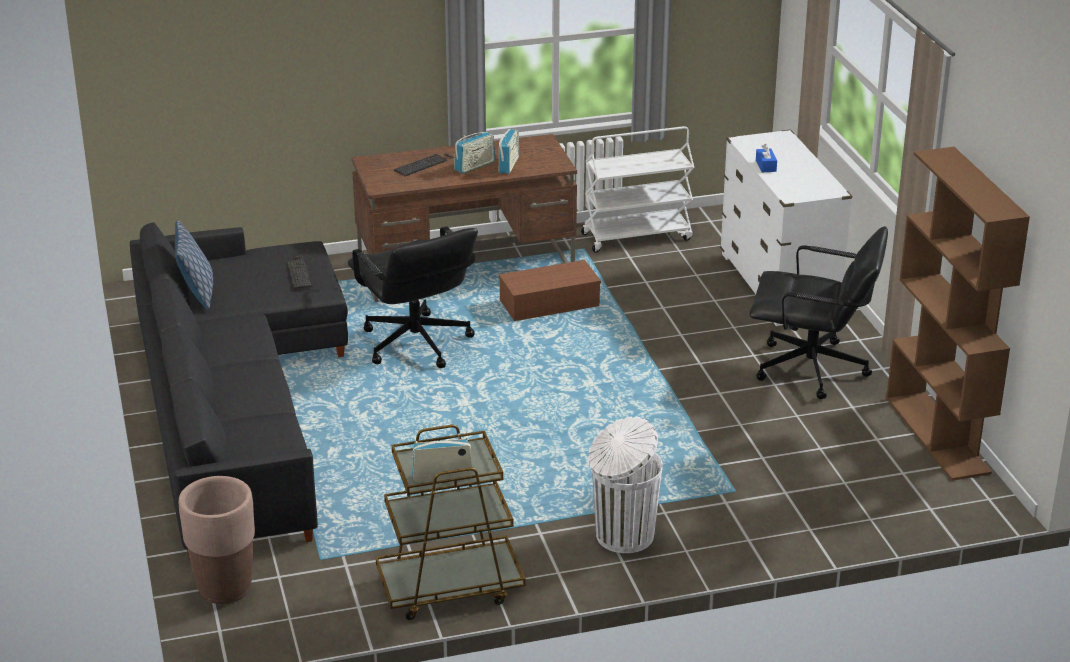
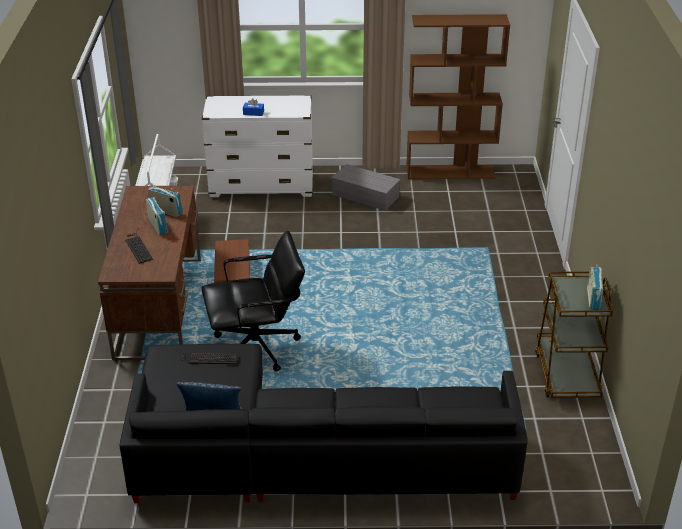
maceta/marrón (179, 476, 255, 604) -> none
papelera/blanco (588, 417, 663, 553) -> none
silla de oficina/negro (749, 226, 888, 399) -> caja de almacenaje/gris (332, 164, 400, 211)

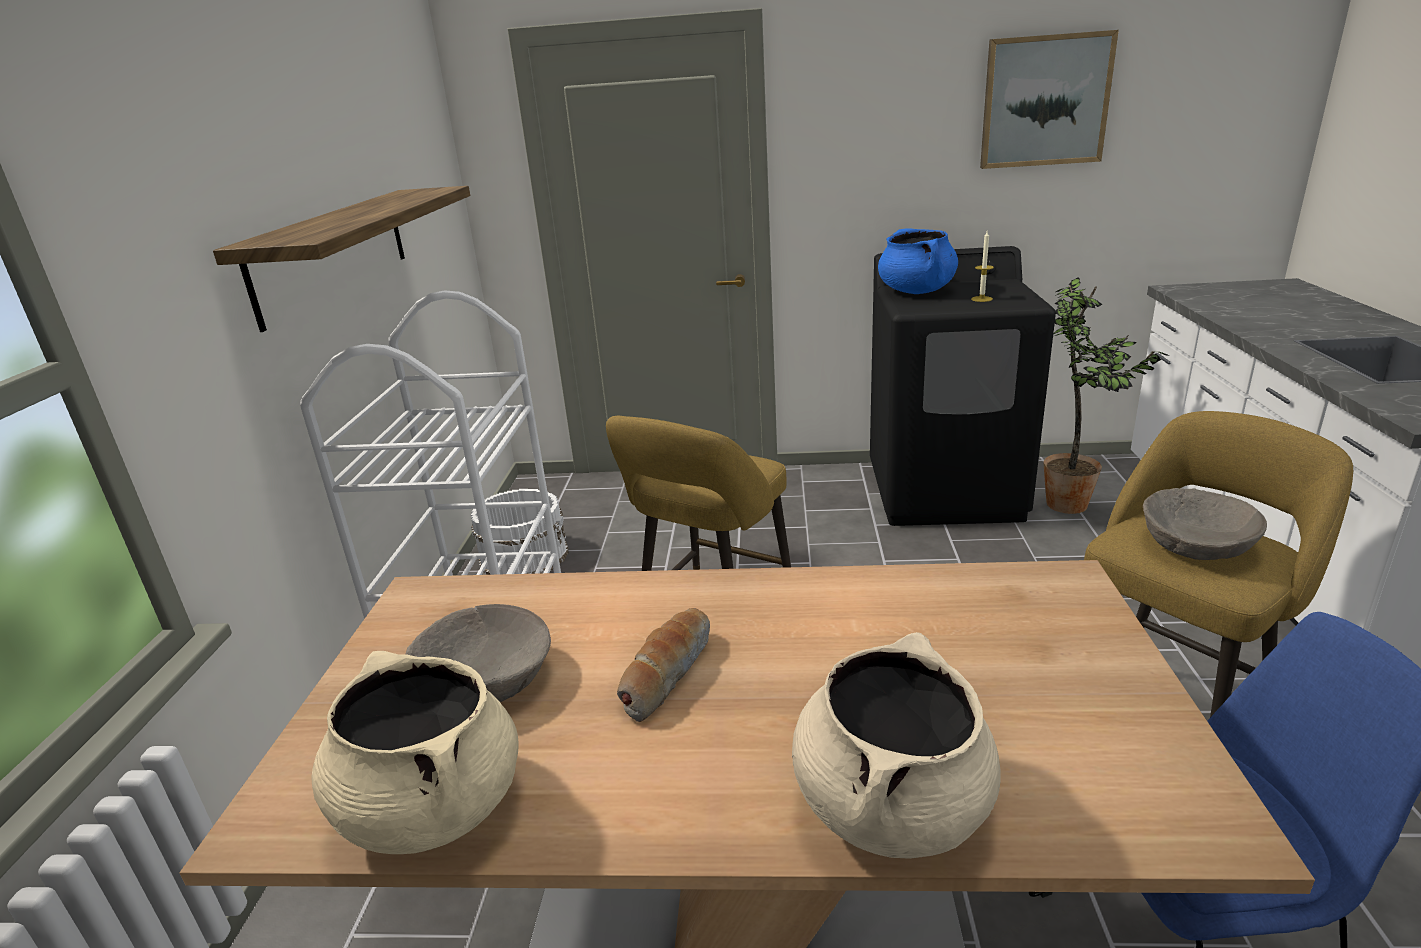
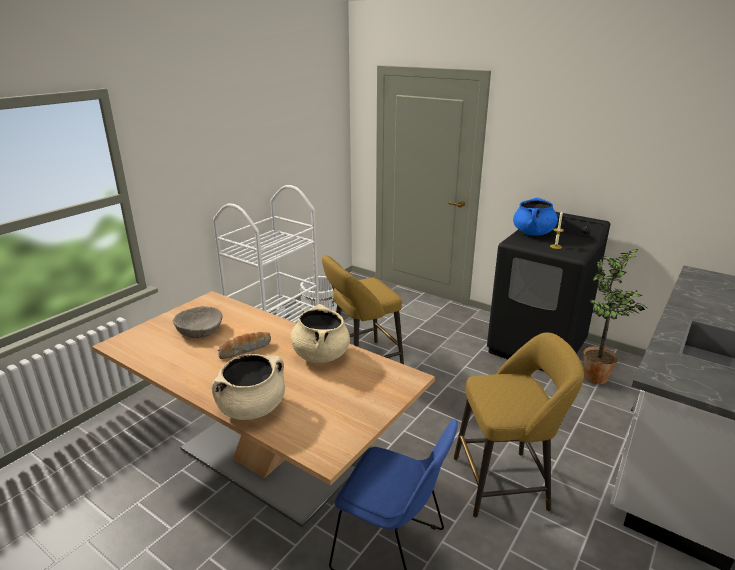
estante (213, 186, 470, 332) -> none
cuadro (980, 30, 1119, 169) -> none
cuenco/beis (1143, 488, 1267, 560) -> none
olla/beis (311, 651, 519, 854) -> olla/beis (291, 304, 350, 363), moved

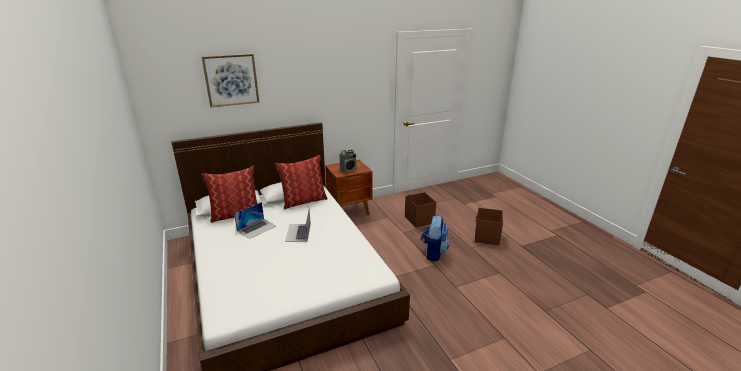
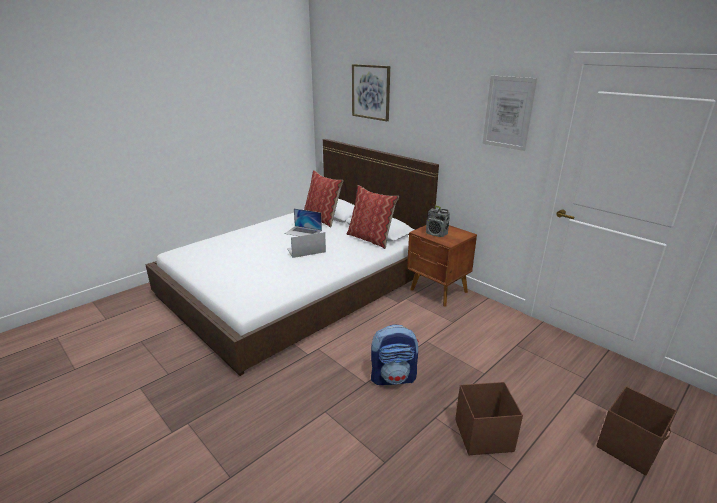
none -> cuadro (482, 76, 538, 151)
caja de almacenaje/marrón (405, 192, 436, 228) -> caja de almacenaje/marrón (597, 386, 677, 475), moved

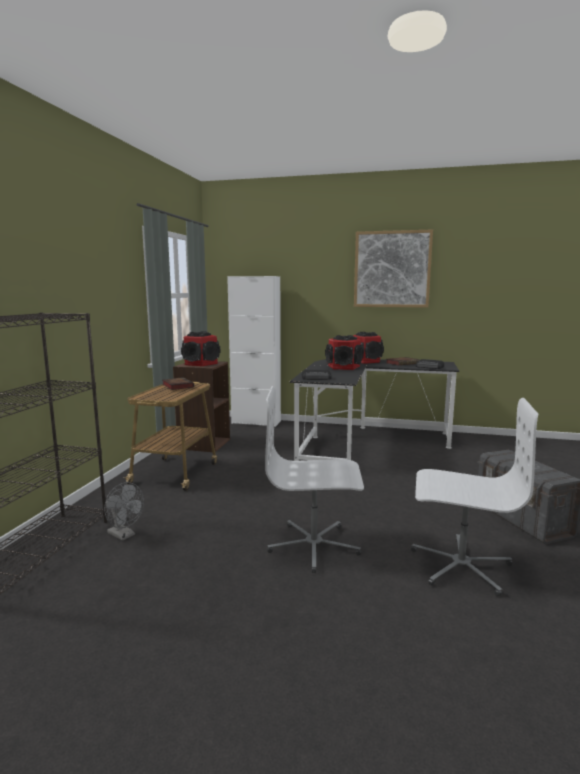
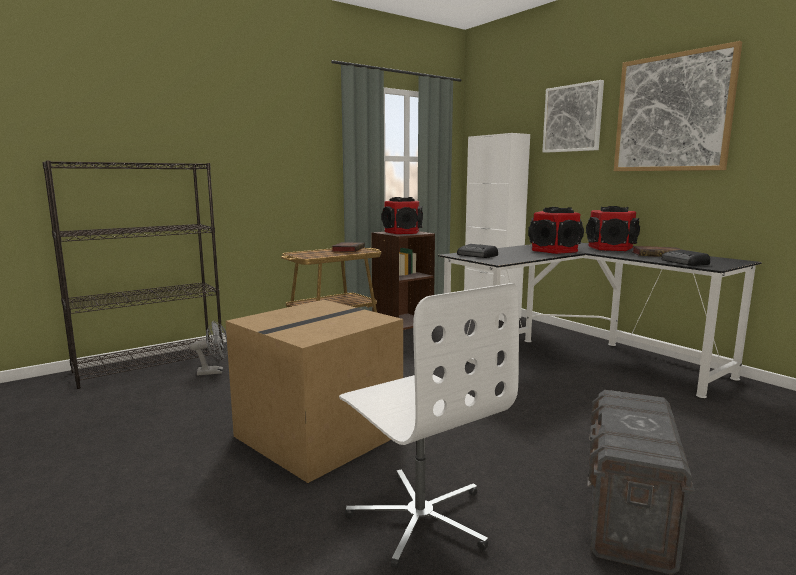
none -> cuadro (542, 80, 604, 153)
silla de oficina/blanco (265, 386, 364, 573) -> caja de cartón (226, 300, 403, 483)
ventilador/gris (104, 482, 144, 541) -> ventilador/gris (189, 321, 228, 375), 90 degrees counterclockwise

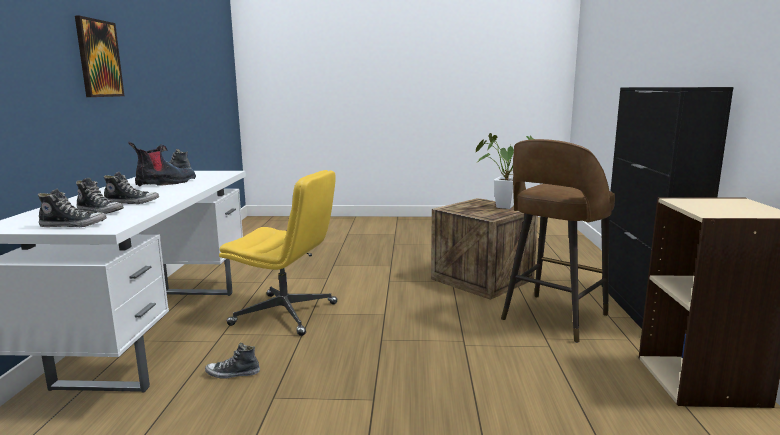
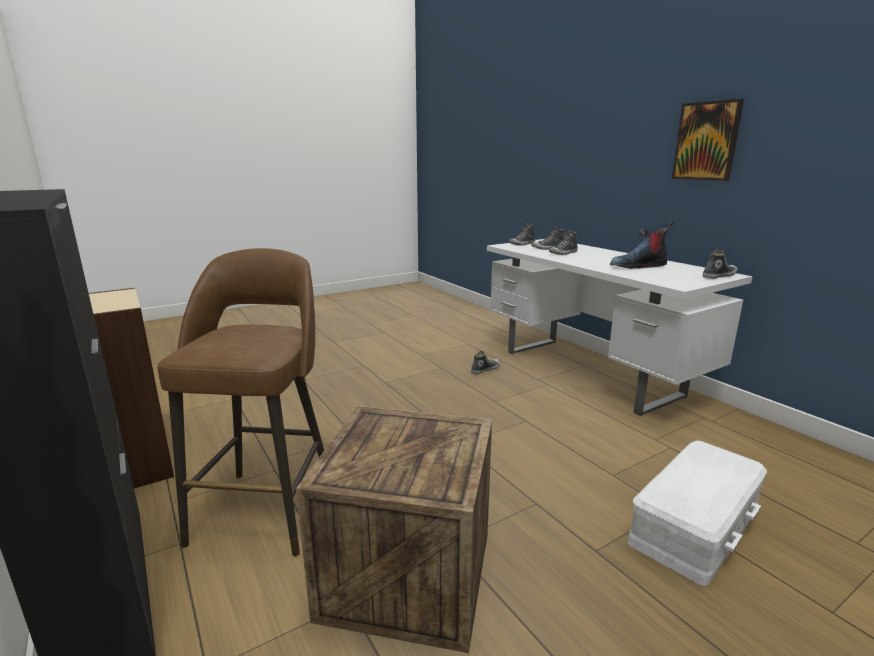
silla de oficina/amarillo (219, 170, 338, 336) -> none
planta en maceta (475, 133, 533, 209) -> none
none -> caja de almacenaje/blanco (627, 441, 767, 586)
bota (128, 142, 196, 186) -> bota (610, 222, 674, 269), 75 degrees clockwise

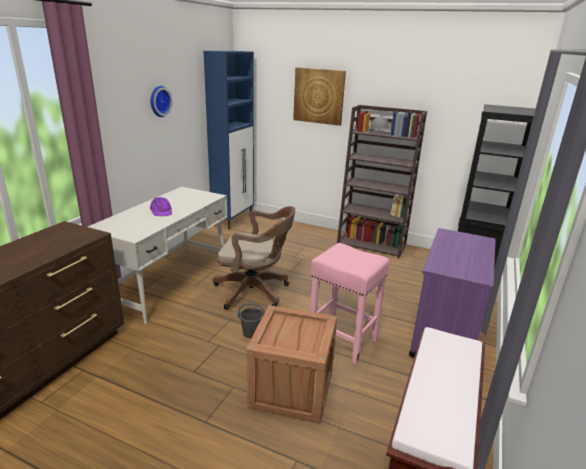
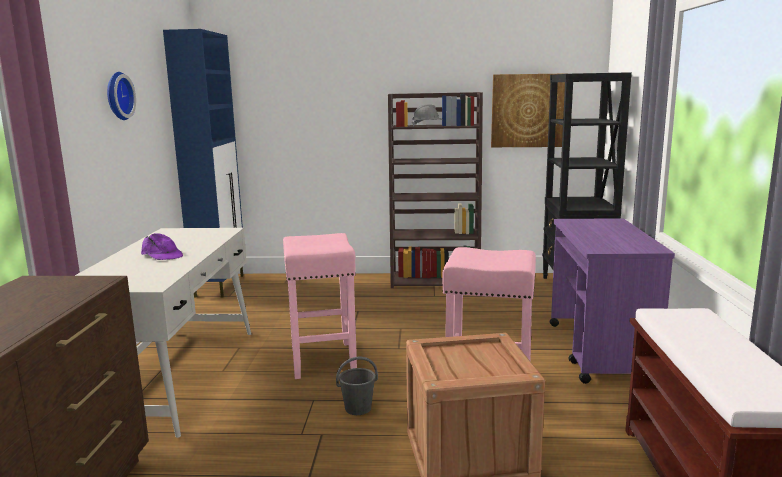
cuadro (293, 67, 346, 126) -> cuadro (491, 73, 568, 147), moved
silla de oficina/marrón (213, 206, 296, 310) -> taburete/rosa (283, 233, 357, 379)

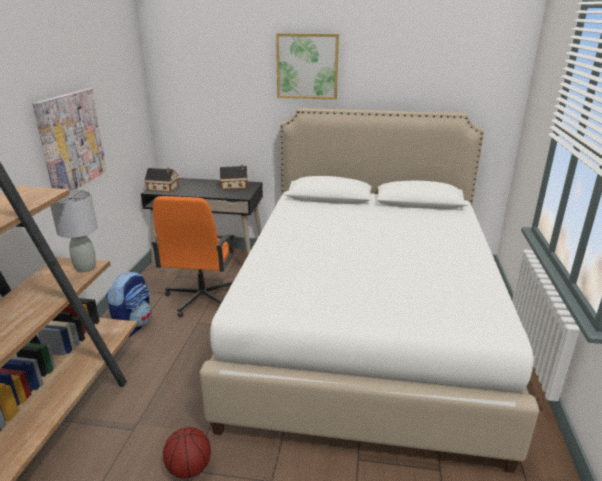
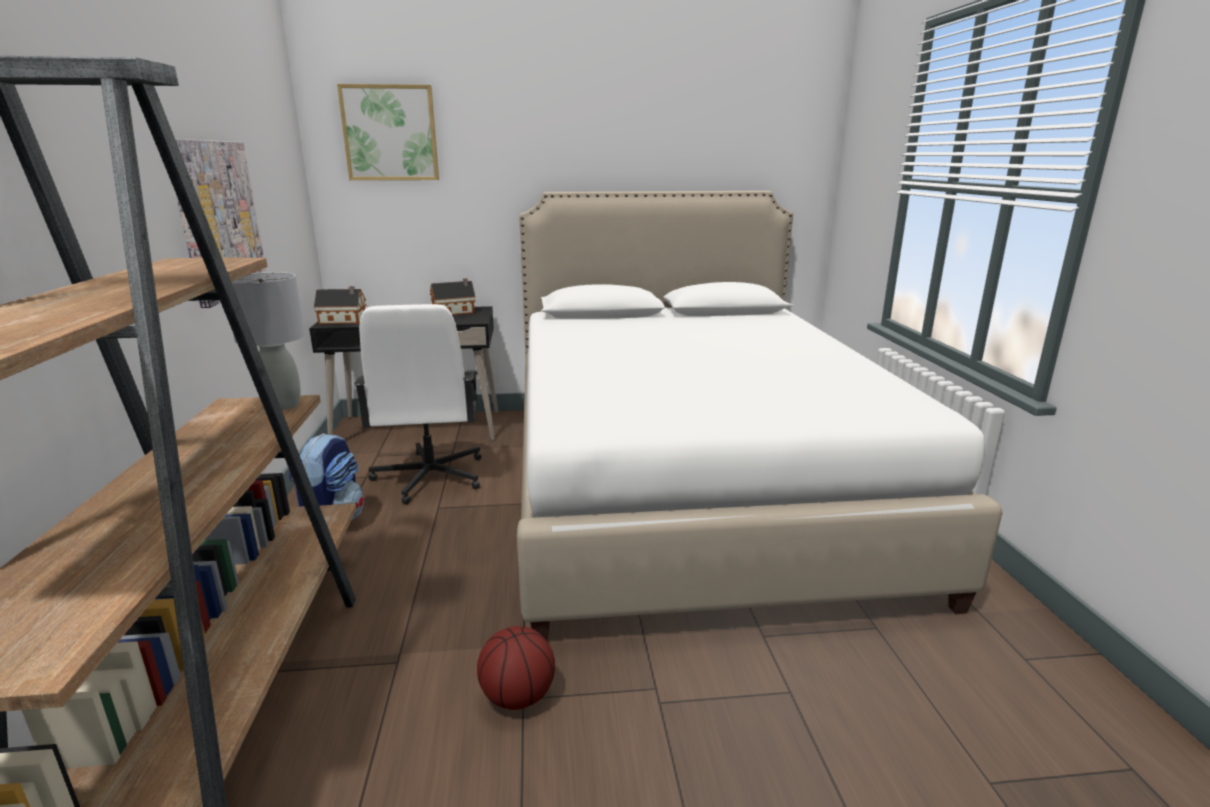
cuadro (276, 33, 339, 100) -> cuadro (337, 84, 439, 180), moved
silla de oficina/naranja (151, 196, 235, 317) -> silla de oficina/blanco (354, 304, 482, 504)

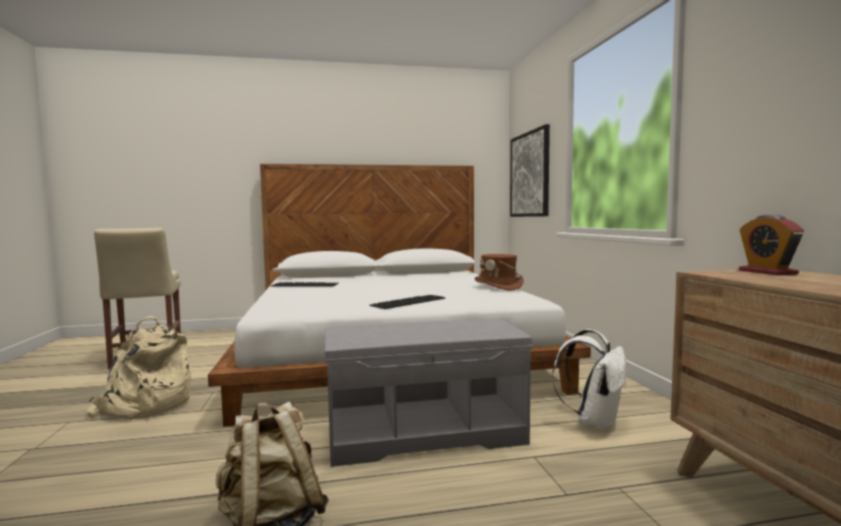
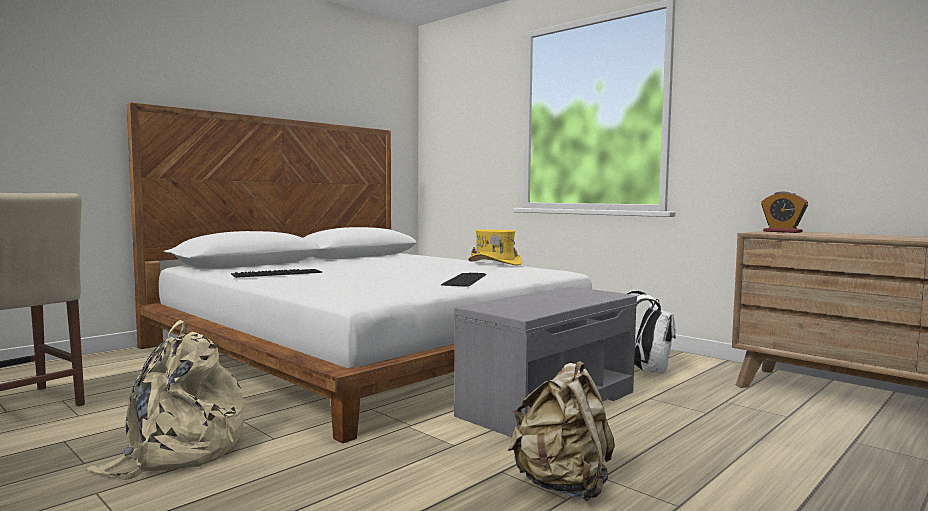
cuadro (510, 124, 550, 217) -> none
sombrero/marrón (475, 254, 524, 290) -> sombrero/amarillo (468, 229, 522, 265)

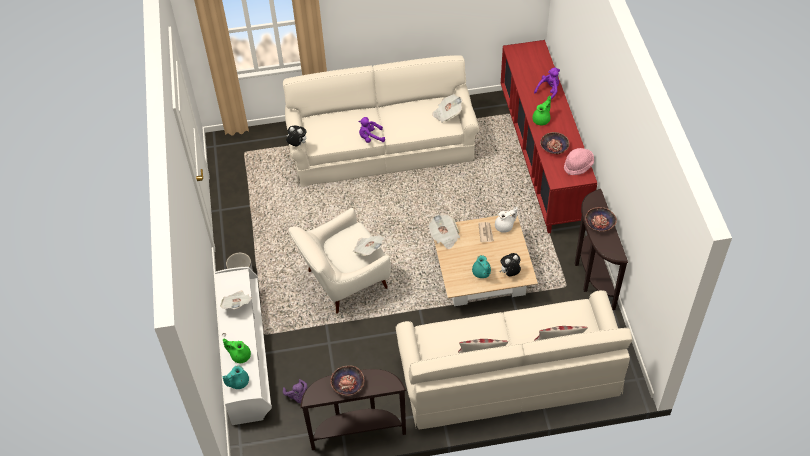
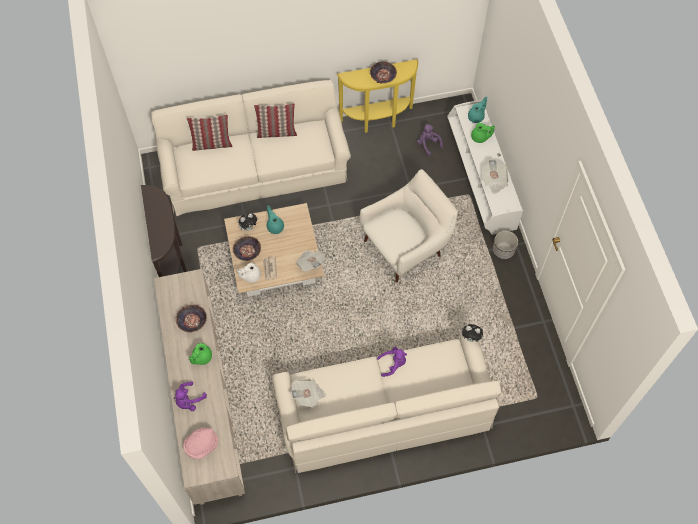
periódico (352, 235, 384, 256) -> none
sombrero/rosa (564, 148, 594, 175) -> sombrero/rosa (183, 427, 218, 459), moved
cuenco (585, 207, 617, 231) -> cuenco (233, 236, 261, 261), moved
mesa consola/marrón (300, 369, 406, 450) -> mesa consola/amarillo (337, 59, 418, 133)
armario/rojo (501, 40, 597, 233) -> armario/beis (154, 269, 245, 505)

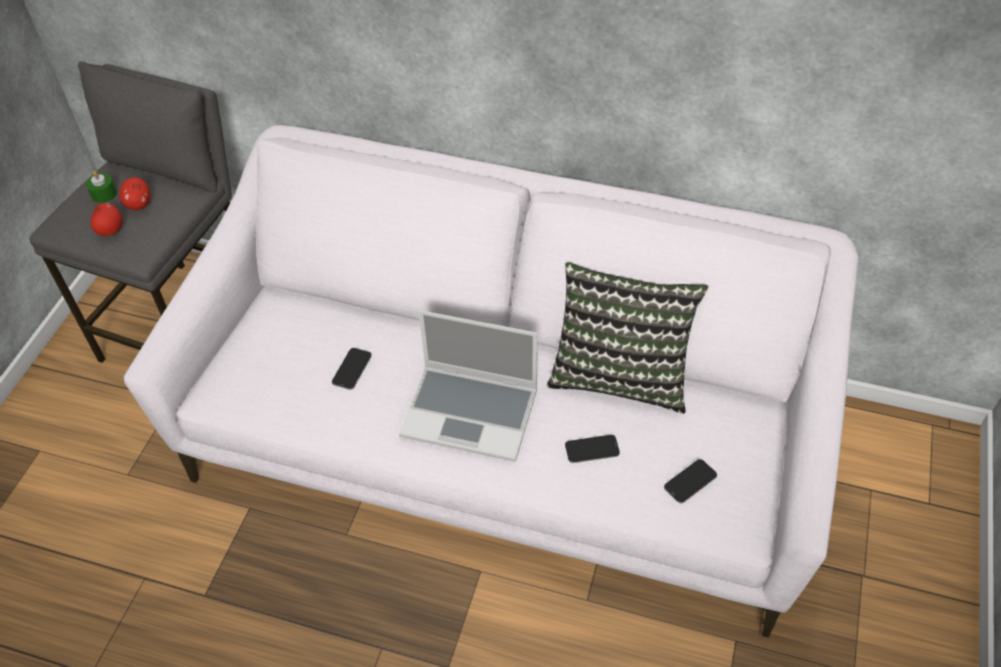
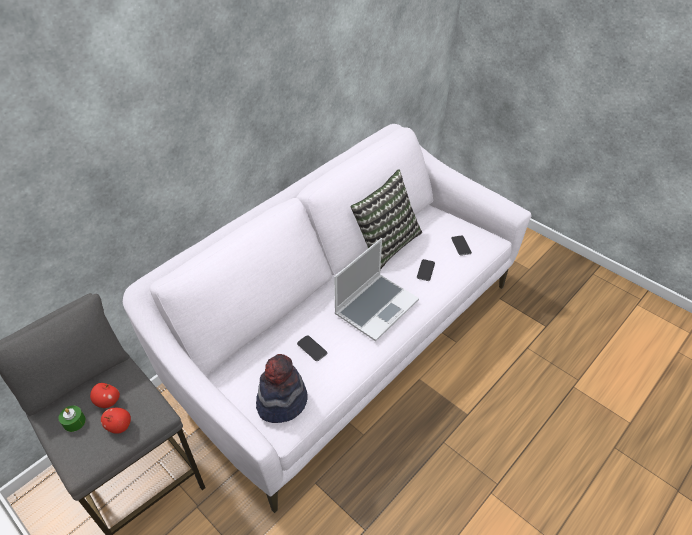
none -> sombrero (256, 354, 308, 423)

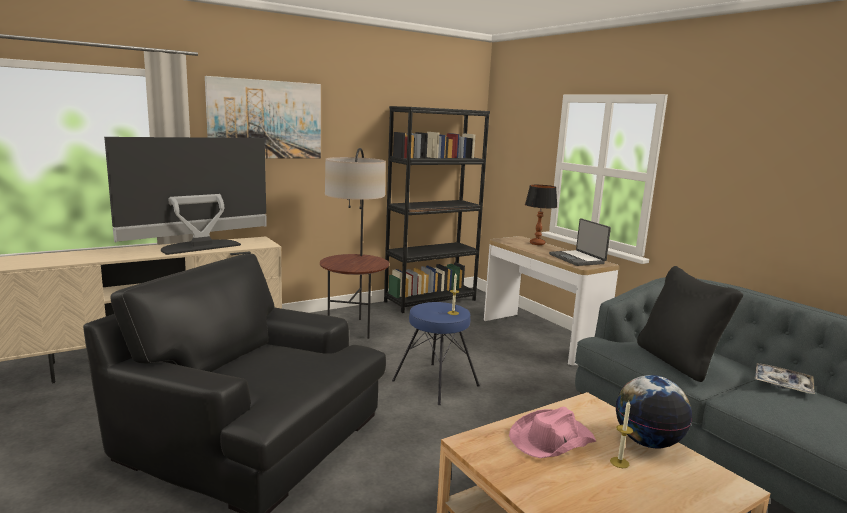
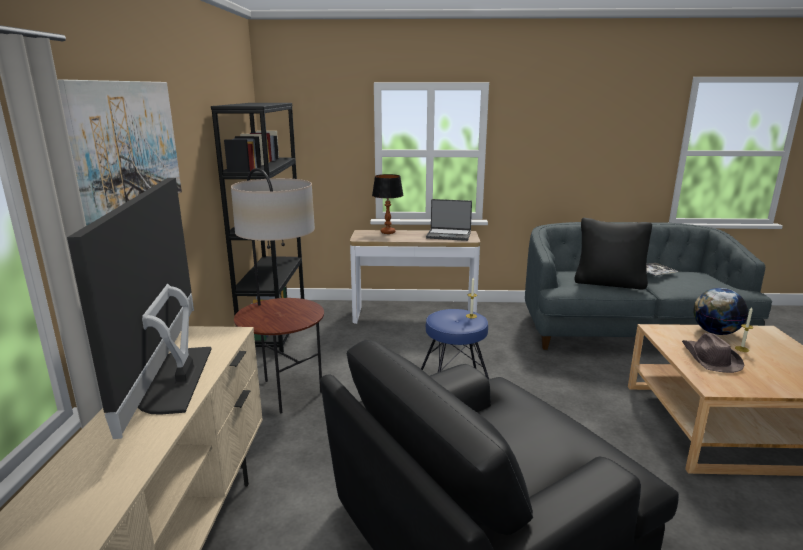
sombrero/rosa (509, 407, 596, 458) -> sombrero/marrón (682, 333, 745, 373)

